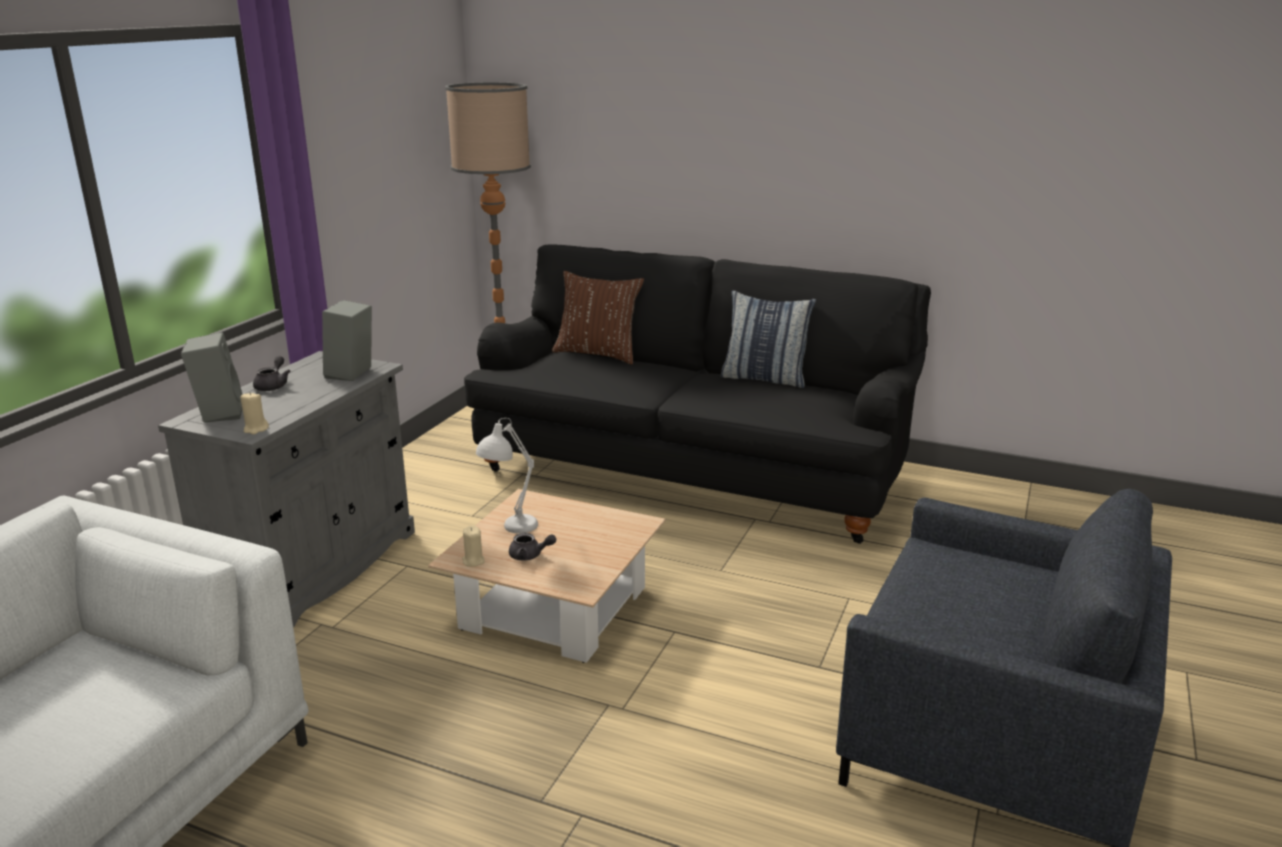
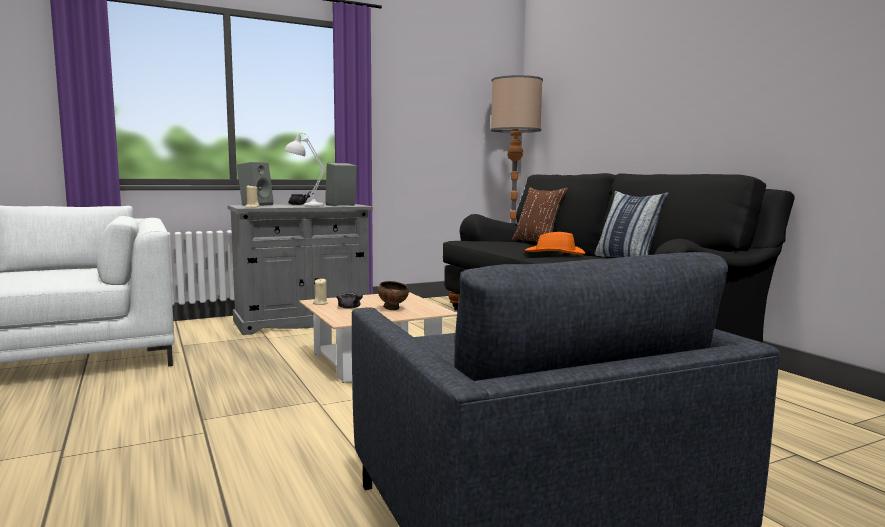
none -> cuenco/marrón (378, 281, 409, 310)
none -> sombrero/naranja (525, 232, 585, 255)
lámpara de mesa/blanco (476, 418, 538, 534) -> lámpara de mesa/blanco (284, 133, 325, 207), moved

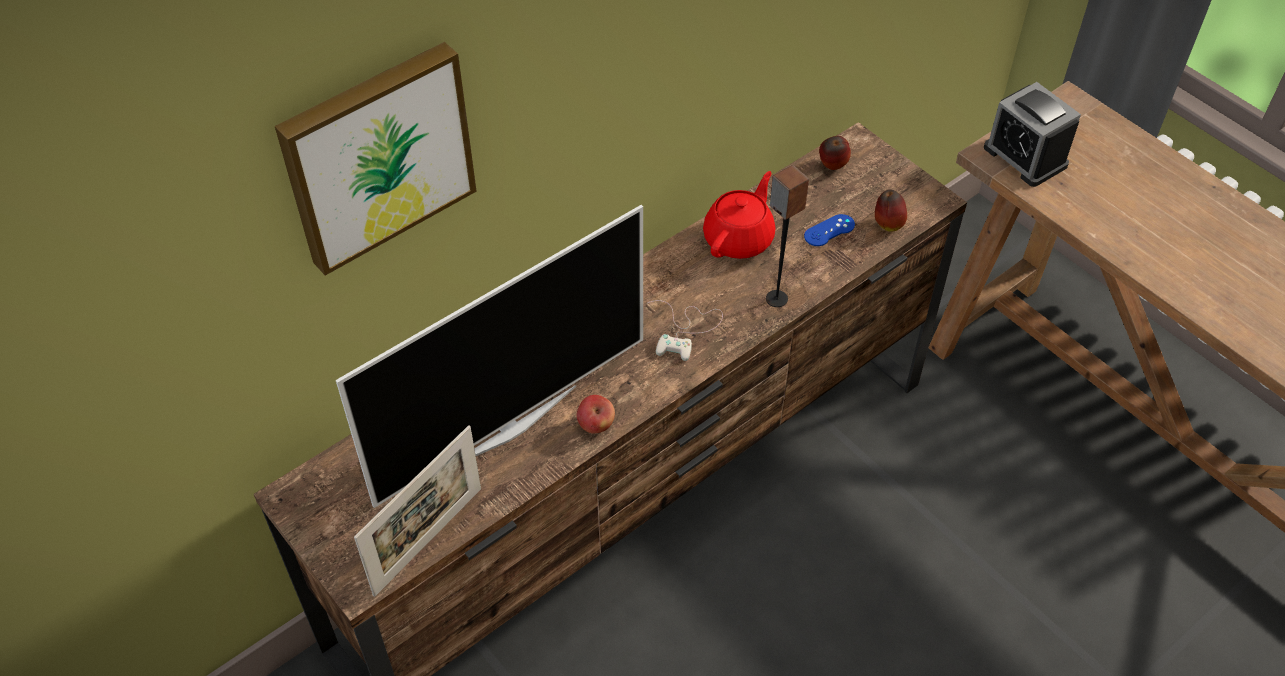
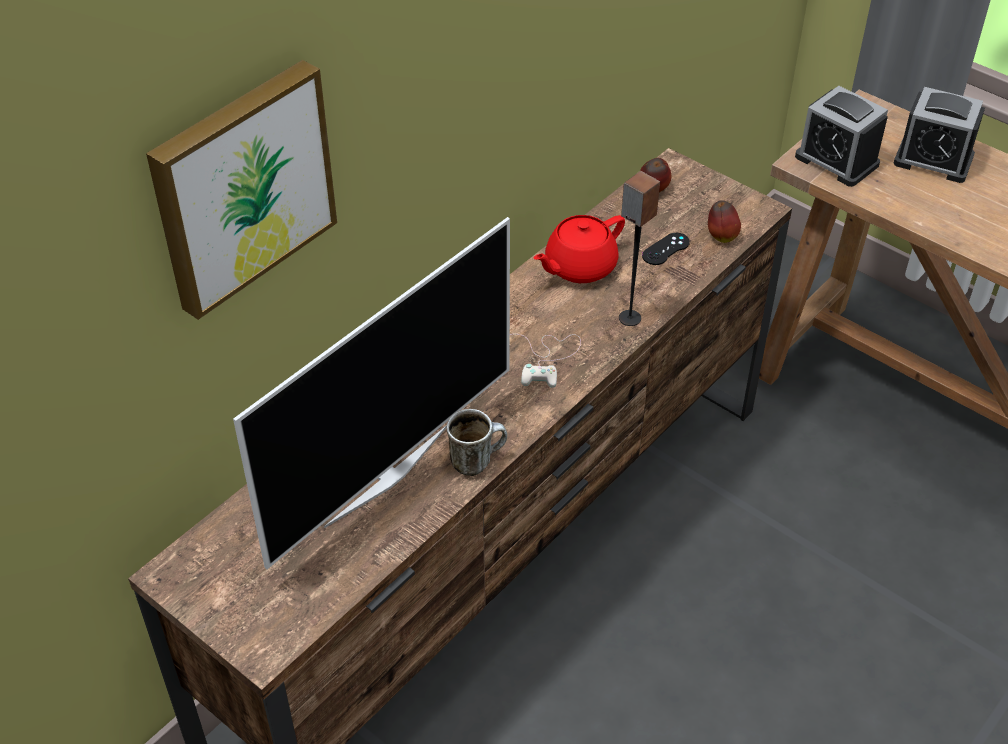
portarretratos (354, 426, 481, 597) -> none
none -> despertador (894, 87, 985, 183)
manzana (577, 395, 615, 434) -> taza grande (447, 409, 507, 476)
mando de consola/azul (804, 214, 855, 246) -> mando de consola/negro (642, 233, 690, 265)
tetera/rojo (703, 171, 775, 259) -> tetera/rojo (533, 215, 625, 283), 150 degrees counterclockwise

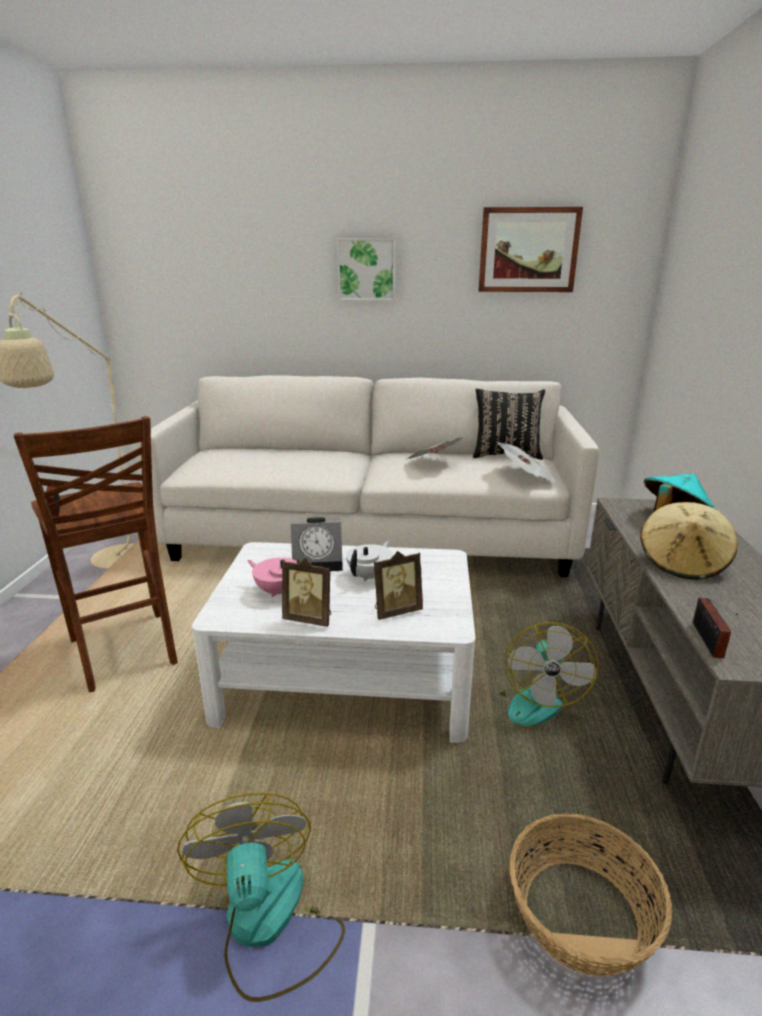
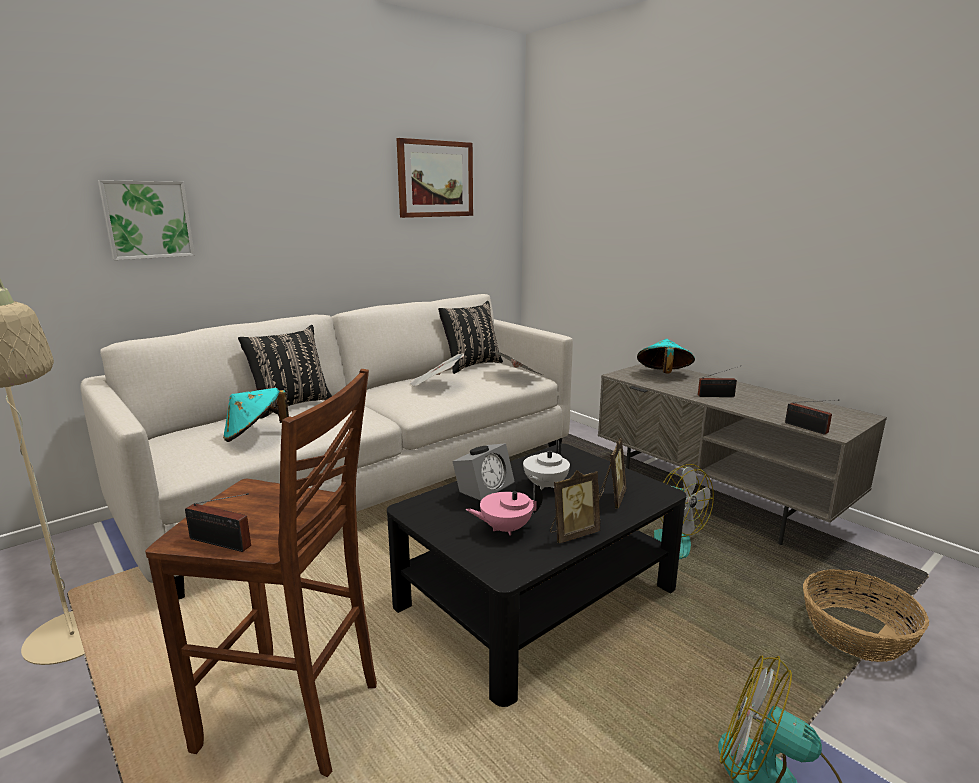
none -> sombrero/turquesa (223, 388, 289, 442)
none -> cojín/negro (238, 325, 332, 419)
cuadro (337, 238, 396, 301) -> cuadro (98, 180, 195, 260), moved
sombrero/beis (640, 502, 738, 580) -> radio (698, 366, 739, 397)
mesa de centro/blanco (192, 542, 476, 743) -> mesa de centro/negro (387, 444, 686, 707)
tetera/blanco (346, 541, 393, 582) -> tetera/blanco (523, 440, 570, 490), 135 degrees counterclockwise

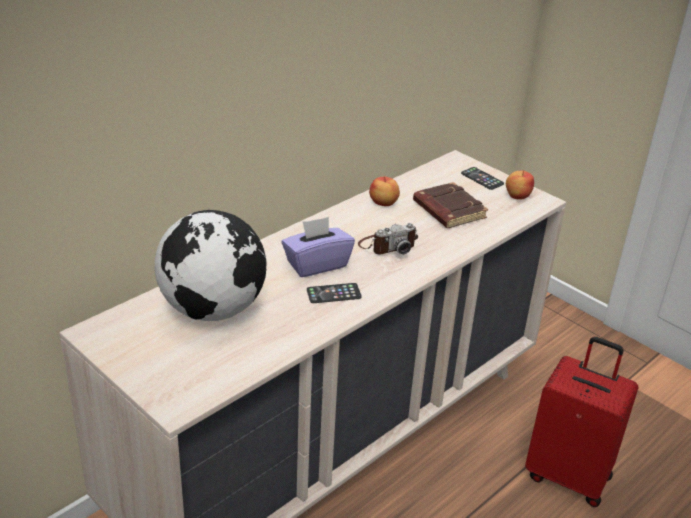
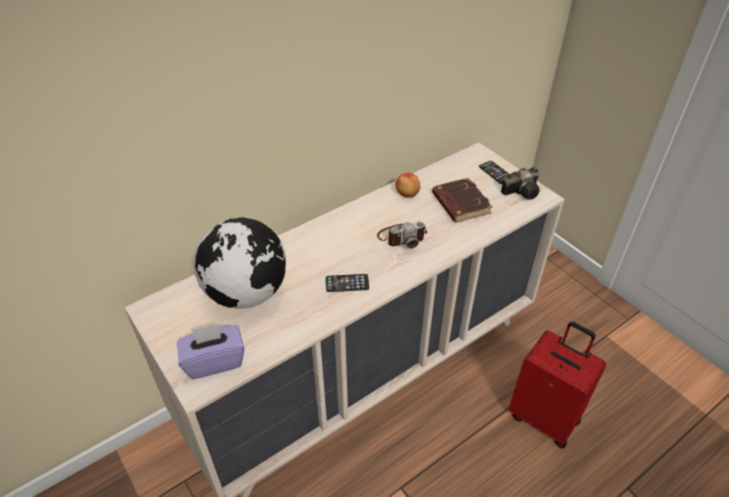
caja de pañuelos/morado (282, 217, 355, 277) -> caja de pañuelos/morado (177, 324, 244, 379), moved
manzana (506, 170, 534, 200) -> cámara (501, 167, 540, 200)

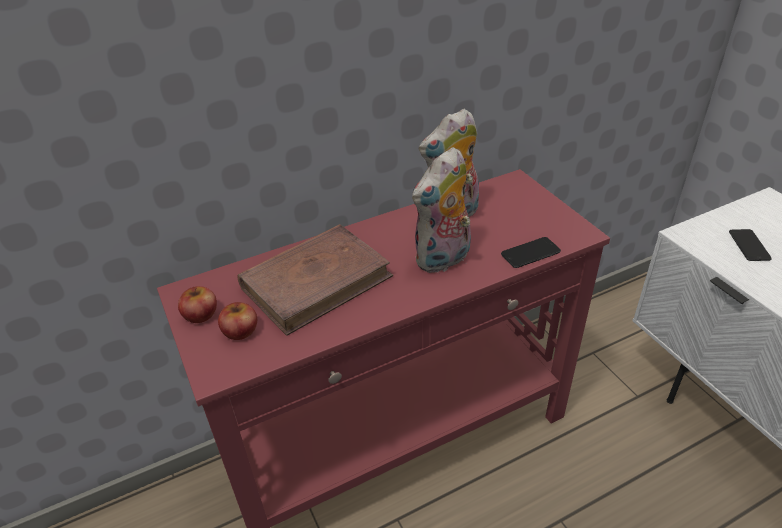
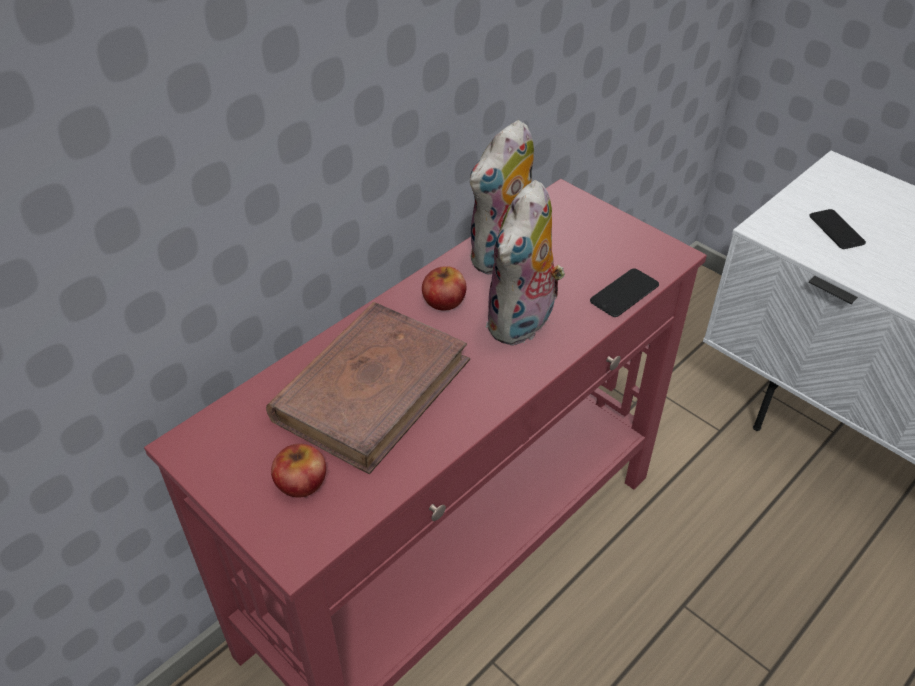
manzana (178, 286, 217, 323) -> manzana (422, 266, 466, 311), moved

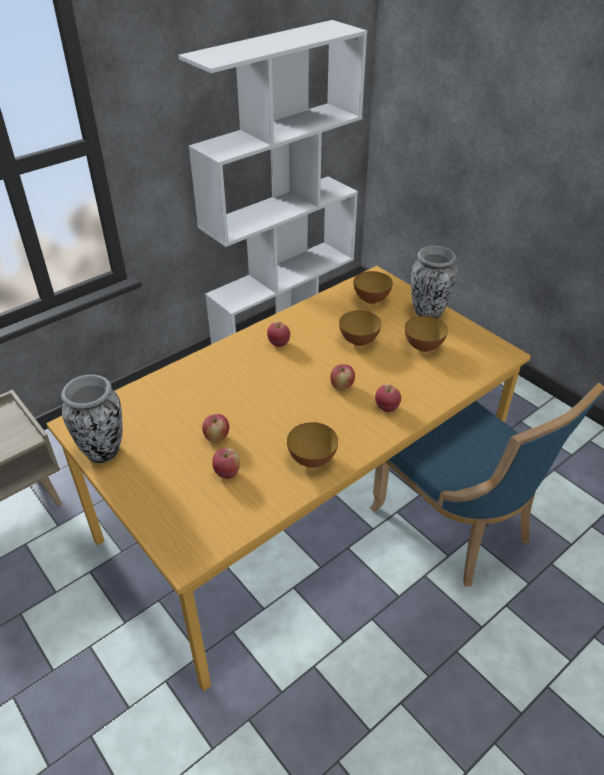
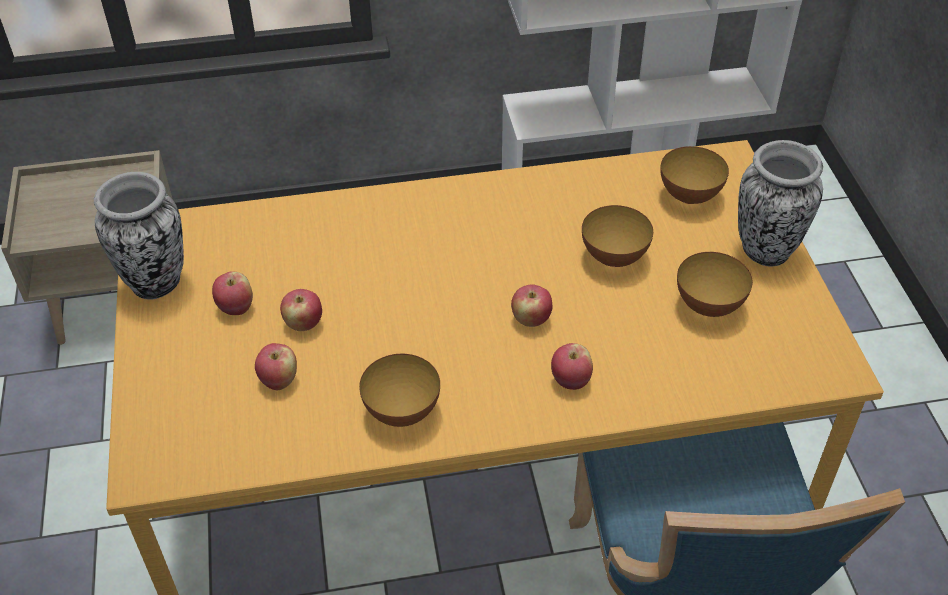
manzana (267, 322, 290, 347) -> manzana (212, 271, 253, 315), moved

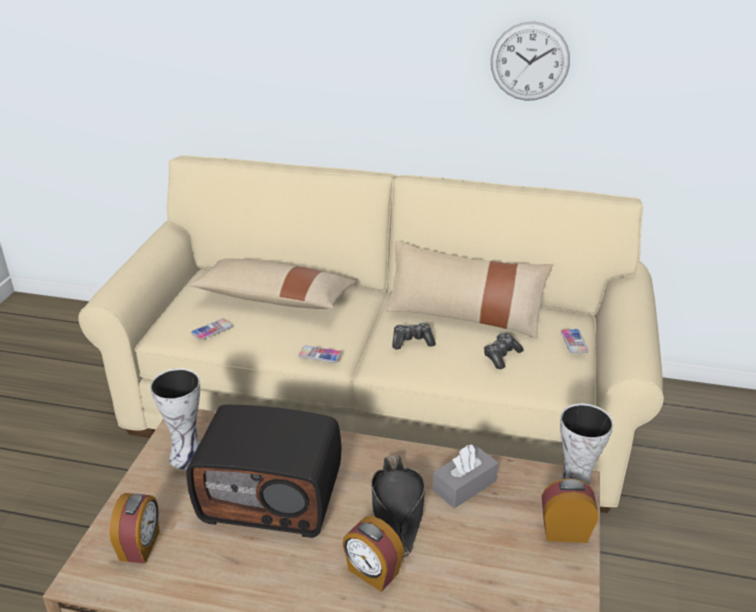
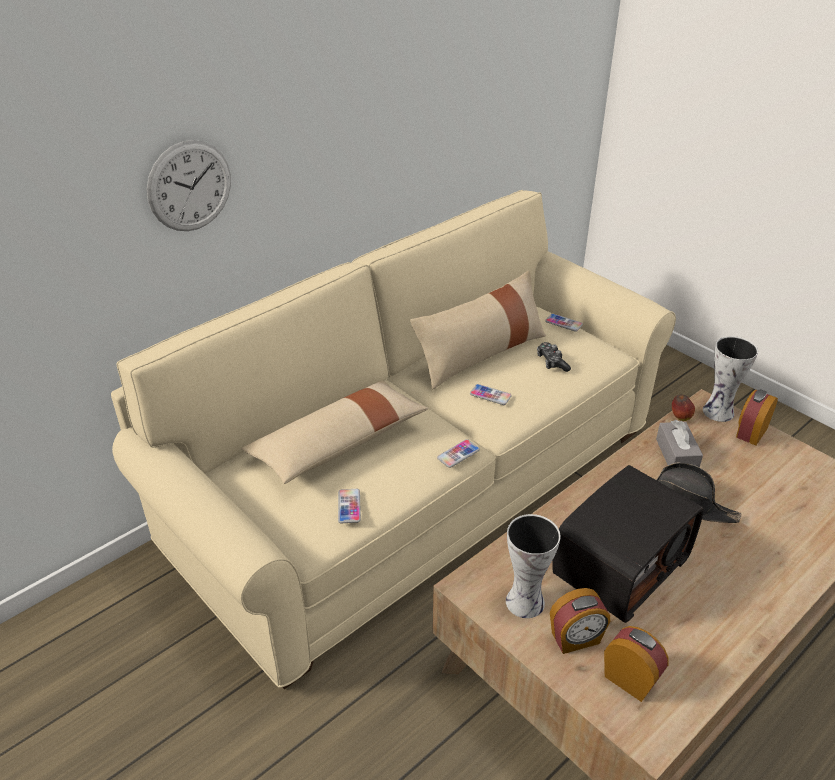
none -> manzana (672, 394, 695, 421)
despertador (342, 516, 404, 592) -> despertador (550, 588, 610, 654), moved
reloj de pared (491, 21, 570, 101) -> reloj de pared (147, 140, 231, 231), moved
mando de consola (392, 323, 436, 349) -> móvil (470, 384, 512, 405)

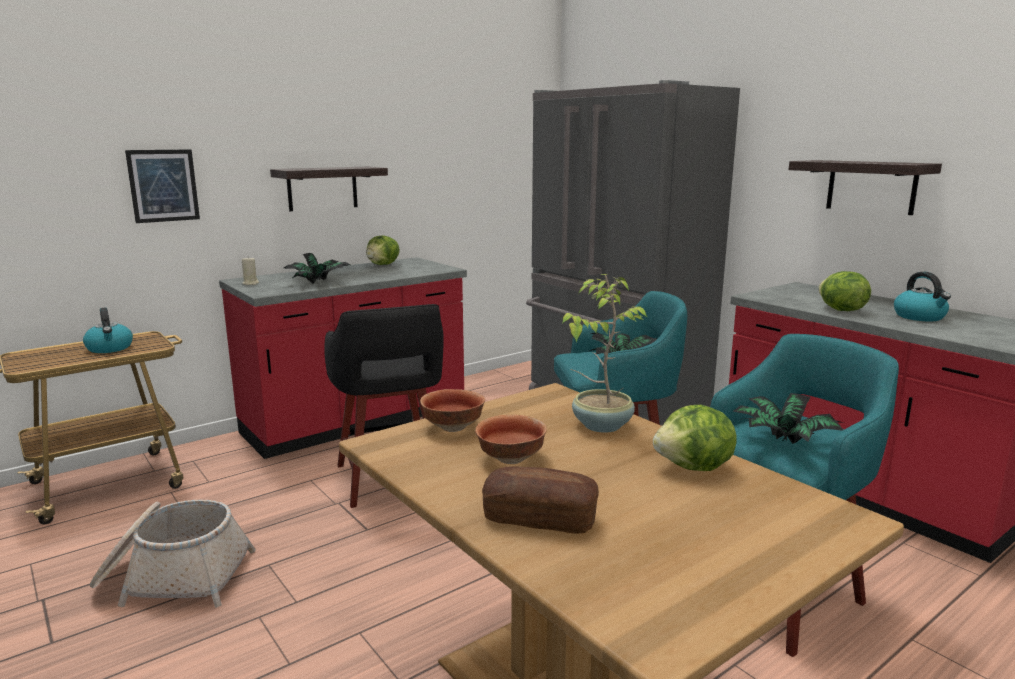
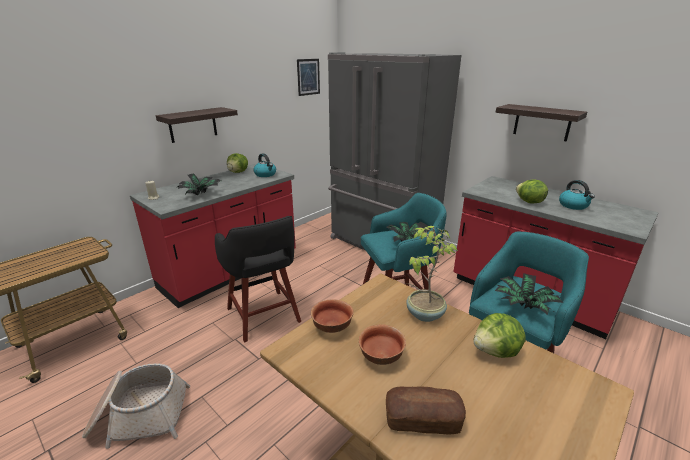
hervidor (83, 308, 133, 353) -> hervidor (253, 153, 276, 177), moved
cuadro (125, 150, 200, 223) -> cuadro (297, 59, 320, 96), moved

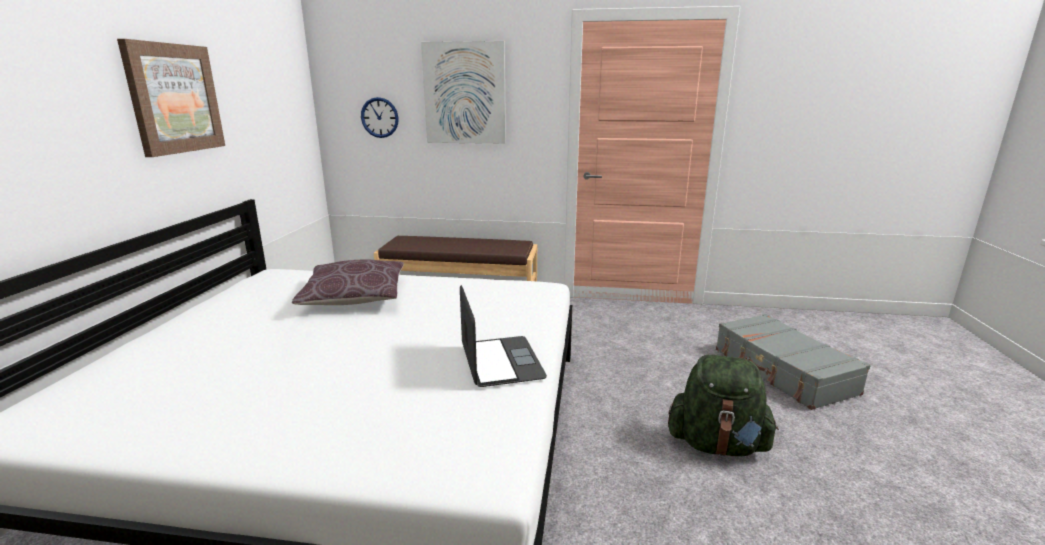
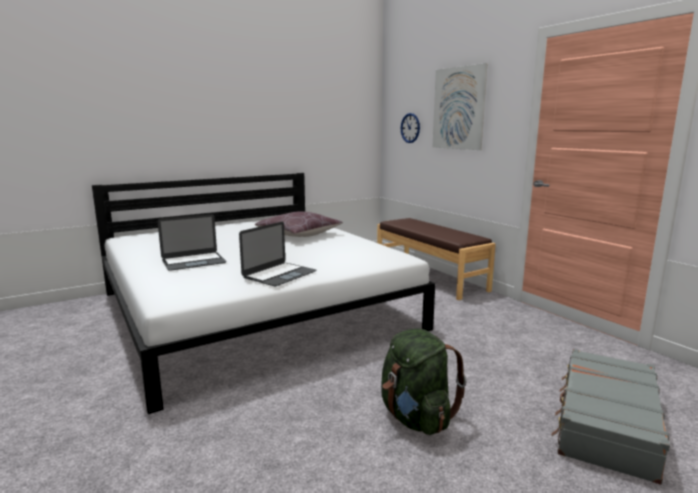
cuadro (117, 39, 225, 157) -> none
none -> portátil (158, 214, 227, 271)

